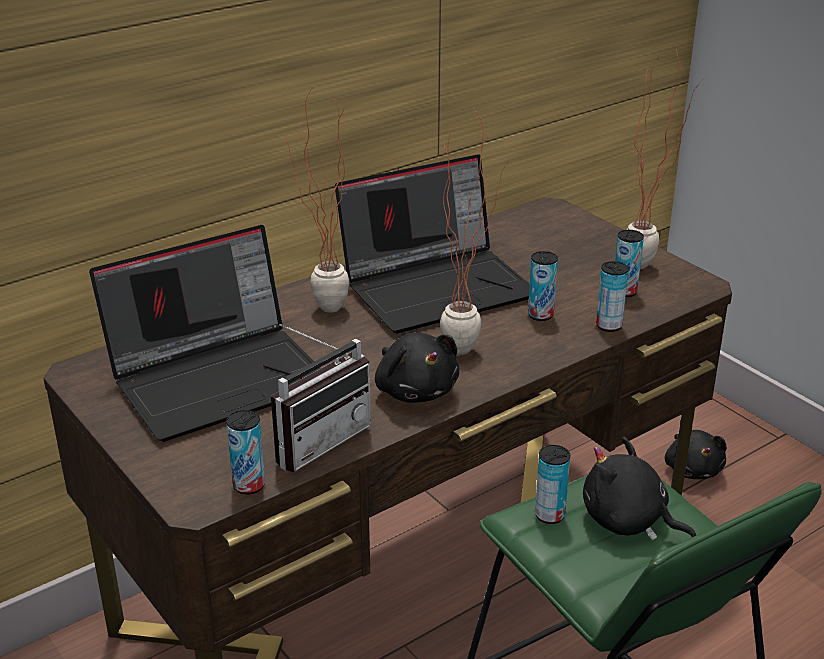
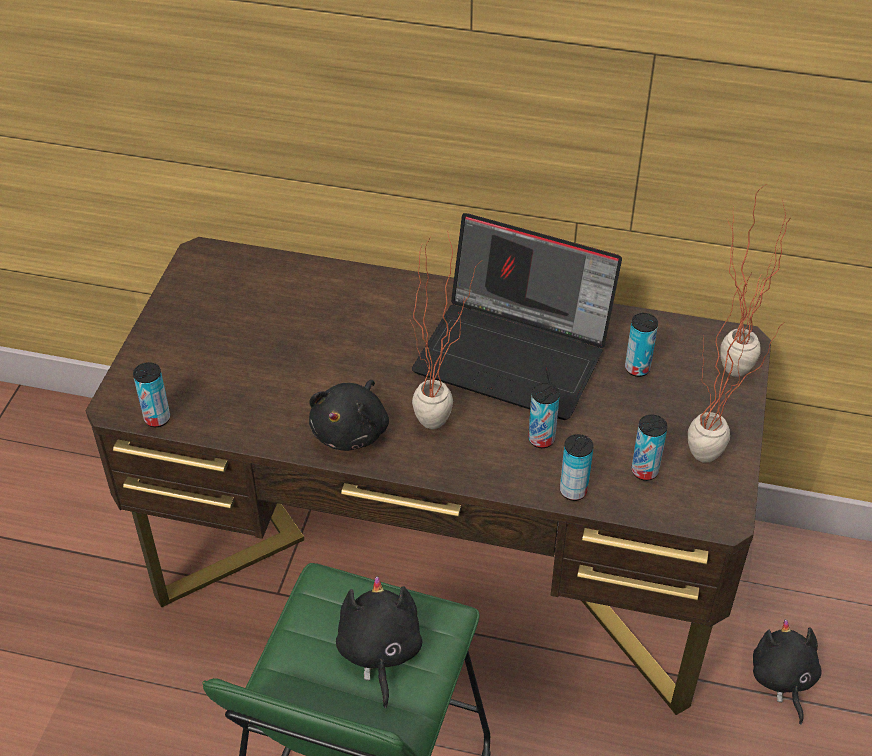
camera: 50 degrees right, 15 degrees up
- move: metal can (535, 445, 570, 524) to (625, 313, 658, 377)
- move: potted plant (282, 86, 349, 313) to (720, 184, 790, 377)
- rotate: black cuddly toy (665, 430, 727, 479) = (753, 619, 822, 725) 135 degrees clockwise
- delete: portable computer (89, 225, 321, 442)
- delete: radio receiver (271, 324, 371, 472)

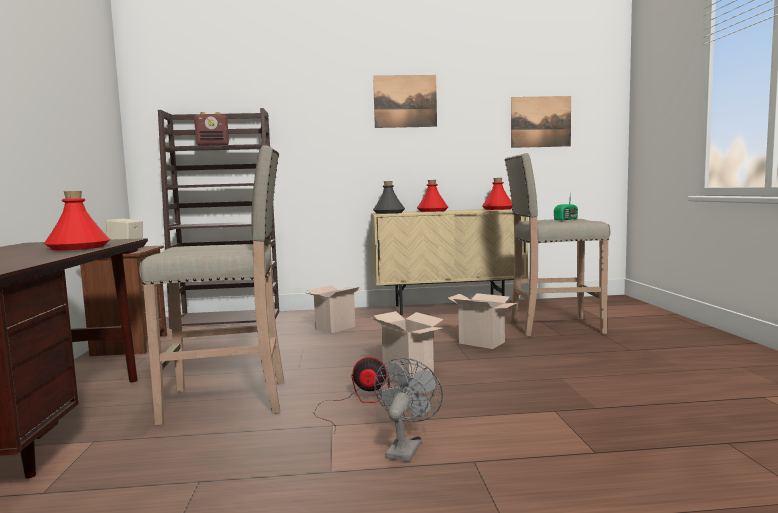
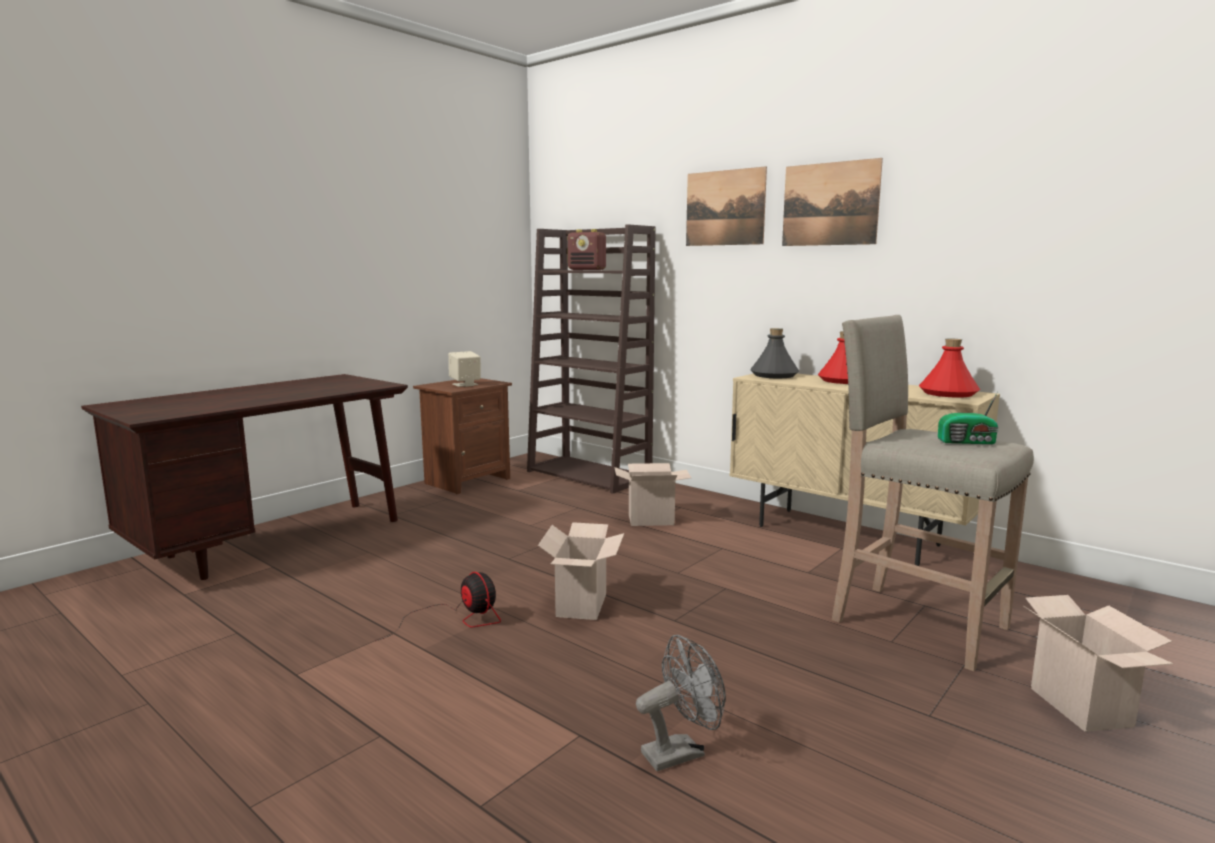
camera: 45 degrees right, 5 degrees up
- move: greyish fan (374, 358, 443, 462) to (636, 635, 726, 771)
- move: picture (511, 96, 571, 148) to (686, 166, 767, 246)
- move: carton (448, 293, 517, 349) to (1023, 595, 1173, 732)
- delete: reddish drink bottle (44, 191, 110, 251)
- delete: sand-coloured stool (139, 145, 284, 425)

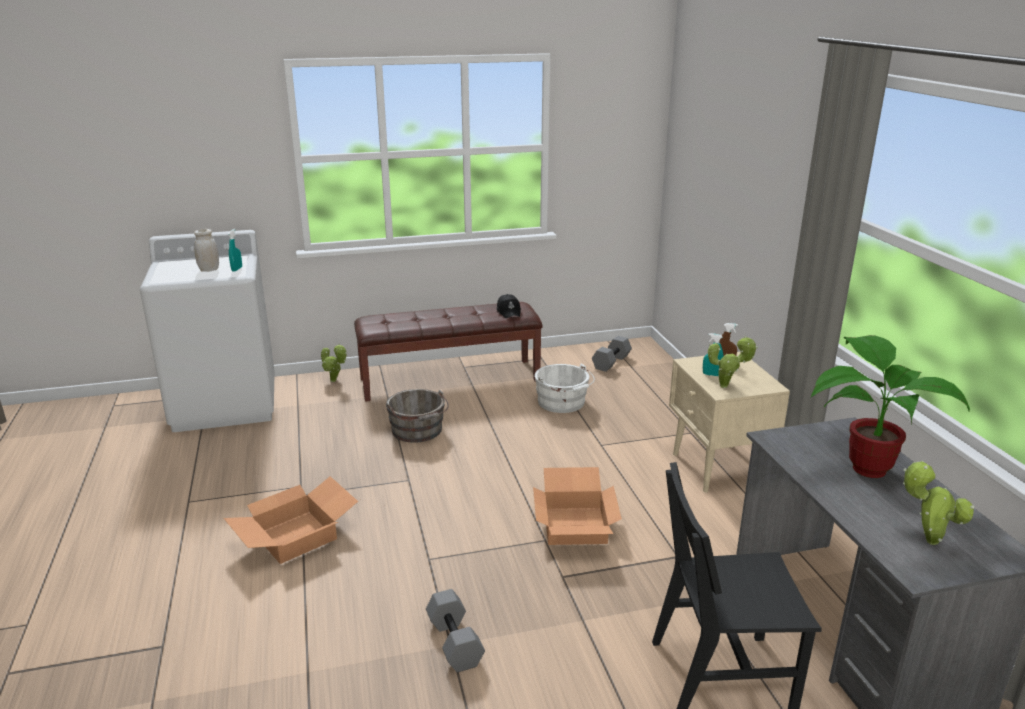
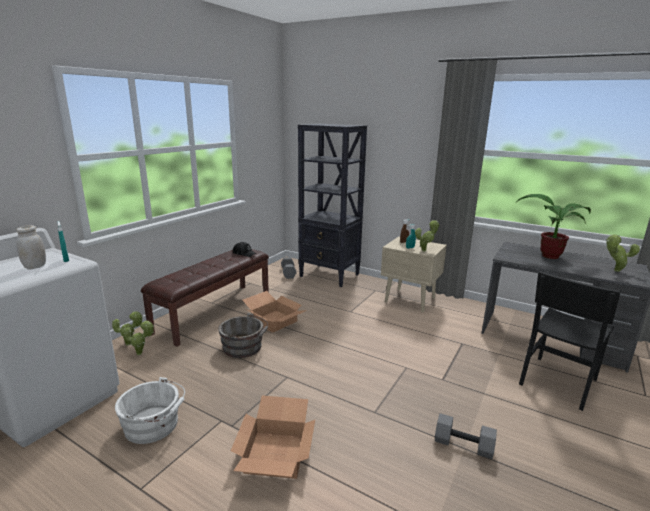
camera: 45 degrees left, 5 degrees down
- move: white-coloured bucket (535, 364, 595, 413) to (115, 377, 185, 444)
- insert: potted plant (123, 320, 154, 355)
- move: carton (533, 467, 622, 545) to (242, 291, 307, 333)
- insert: black bookcase (298, 124, 367, 287)

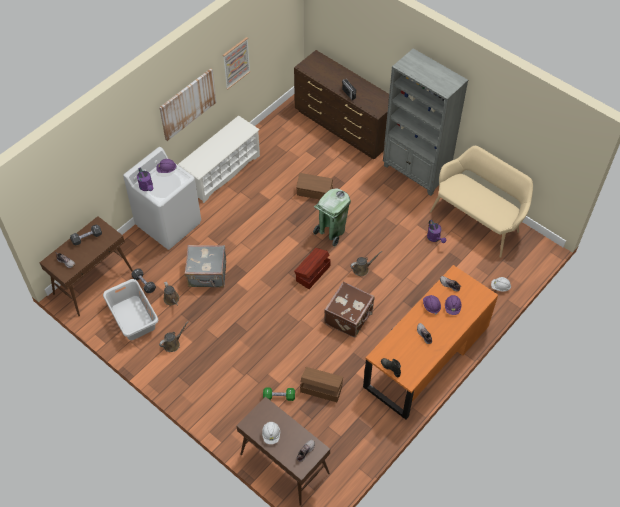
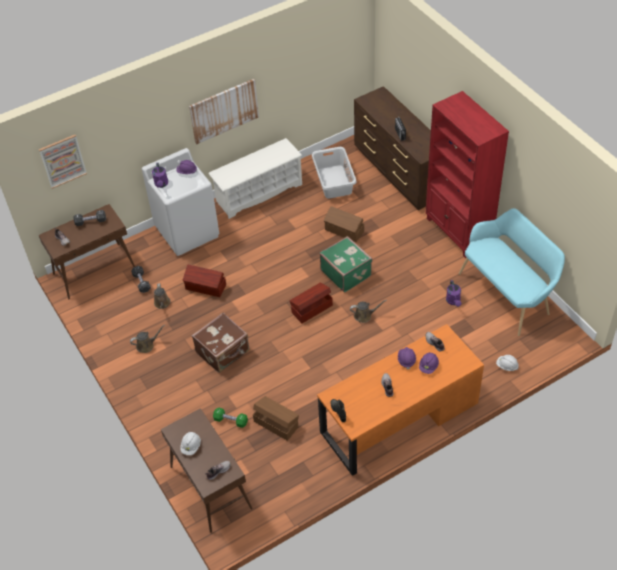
camera: 20 degrees right, 5 degrees down
- move: picture (223, 37, 251, 90) to (39, 135, 87, 189)
- replace: greyish suitcase (185, 245, 226, 287) to brown storage bin (182, 264, 226, 297)
- move: brown suitcase (324, 281, 375, 337) to (192, 313, 250, 373)
- move: greyish washing basket (103, 279, 158, 340) to (312, 147, 357, 199)
- replace: green-coloured waste bin (313, 188, 351, 247) to green-coloured suitcase (320, 236, 373, 292)
- recolor: greyish bookcase (383, 48, 468, 196) to reddish bookcase (425, 91, 509, 258)
- recolor: sand-coloured long seat (430, 146, 533, 258) to turquoise long seat (459, 208, 565, 336)

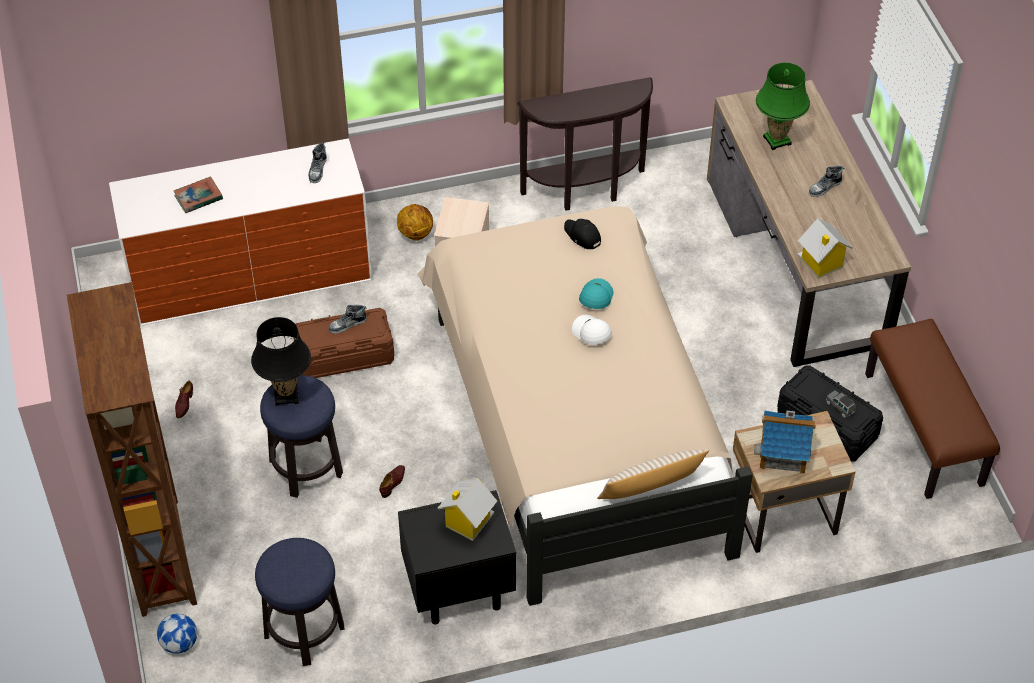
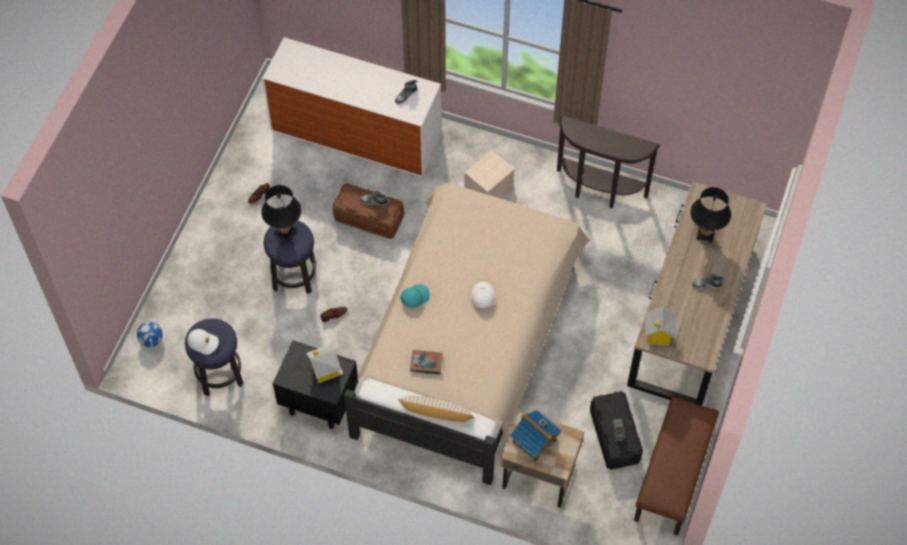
camera: 35 degrees right, 10 degrees up
- insert: white-coloured baseball cap (187, 329, 219, 355)
- move: turquoise baseball cap (579, 278, 614, 309) to (400, 284, 430, 308)
- move: volume (174, 176, 223, 213) to (410, 350, 443, 375)
- recolor: green-coloured lamp for a table (756, 63, 810, 150) to black lamp for a table (690, 187, 731, 242)
- delete: brown bookcase (67, 282, 197, 617)
- delete: basketball (397, 204, 433, 241)
- delete: black baseball cap (564, 219, 601, 249)

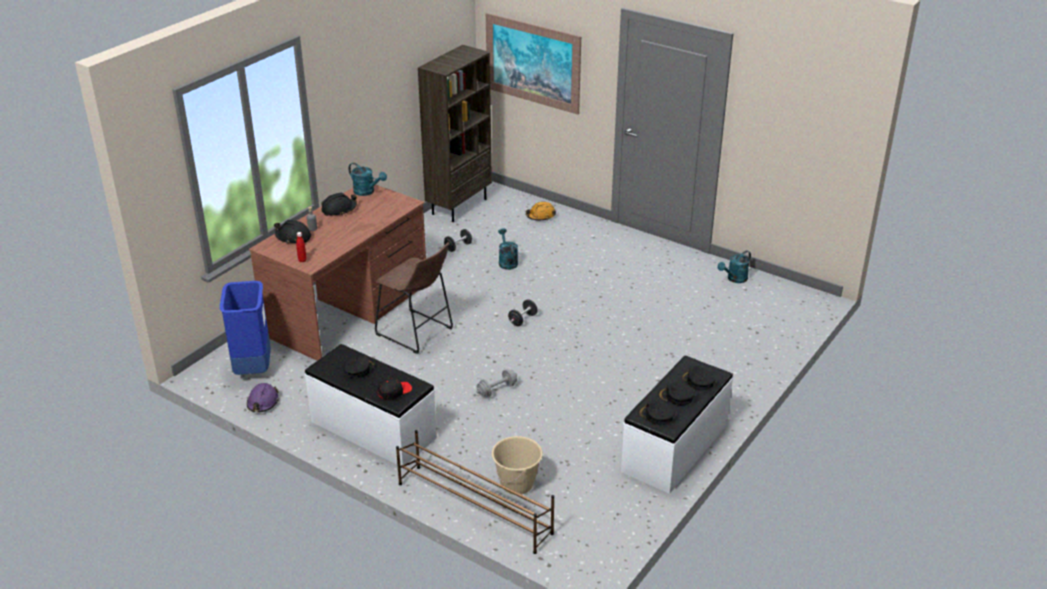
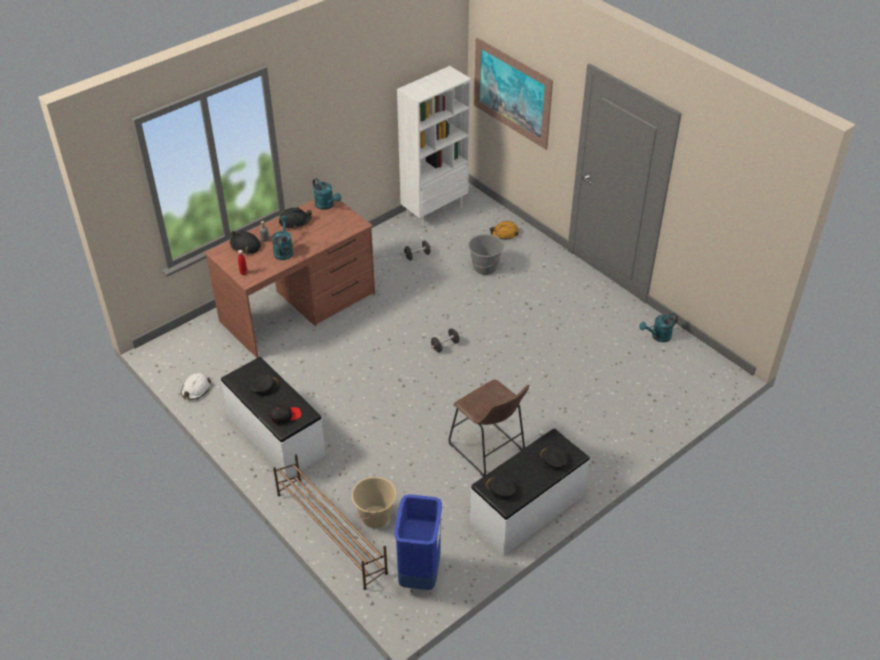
camera: 15 degrees right, 10 degrees up
- recolor: purple hard hat (247, 383, 279, 412) to white-coloured hard hat (181, 373, 211, 400)
- move: turquoise sprinkling can (498, 229, 518, 270) to (272, 216, 293, 260)
- move: blue-coloured waste bin (220, 281, 271, 375) to (394, 494, 442, 590)
- recolor: brown bookcase (418, 45, 492, 222) to white-coloured bookcase (397, 66, 471, 228)
- move: brown stool (375, 242, 453, 354) to (449, 379, 530, 477)
- insert: greyish bucket (468, 234, 504, 275)
- delete: greyish hand weight (476, 369, 517, 397)
- delete: black baseball cap (658, 382, 695, 406)

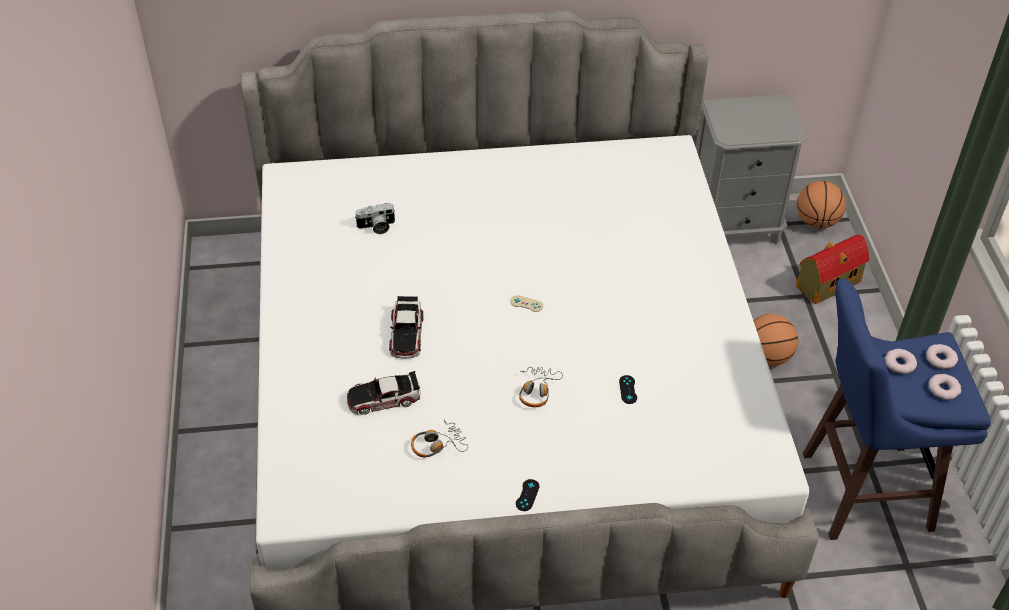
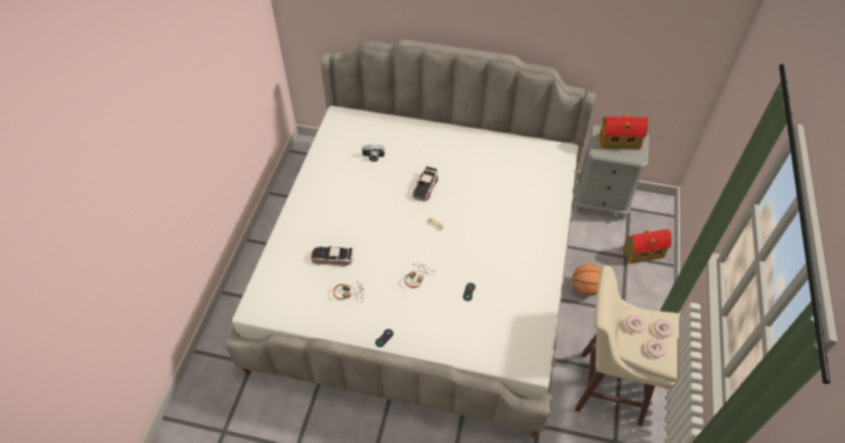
camera: 20 degrees right, 5 degrees up
- move: toy car (389, 296, 424, 359) to (413, 166, 438, 201)
- recolor: blue-coloured stool (803, 279, 991, 540) to sand-coloured stool (575, 265, 680, 426)
- insert: toy house (599, 114, 648, 150)
- delete: basketball (797, 181, 846, 229)

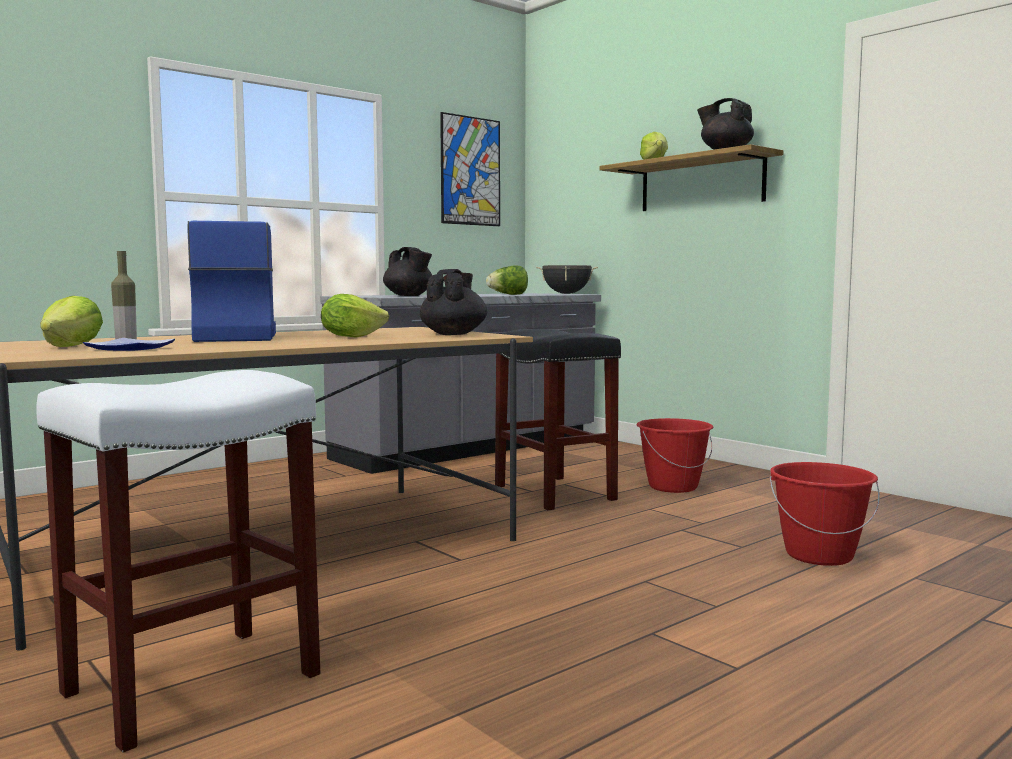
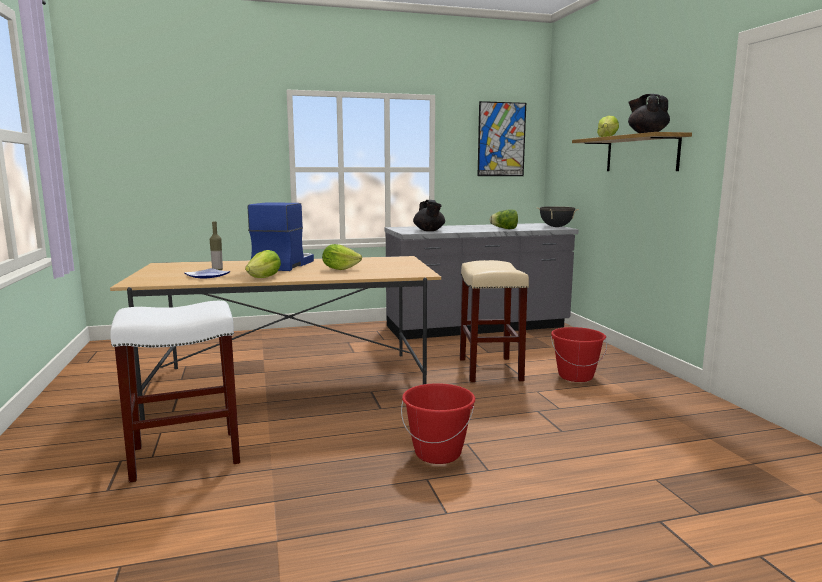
camera: 25 degrees right, 5 degrees up
- move: lettuce (40, 296, 103, 347) to (245, 250, 281, 278)
- move: reddish bucket (770, 462, 880, 566) to (401, 383, 475, 464)
- recolor: black stool (495, 329, 621, 511) to sand-coloured stool (460, 260, 529, 382)
- delete: black tea pot (420, 269, 487, 335)

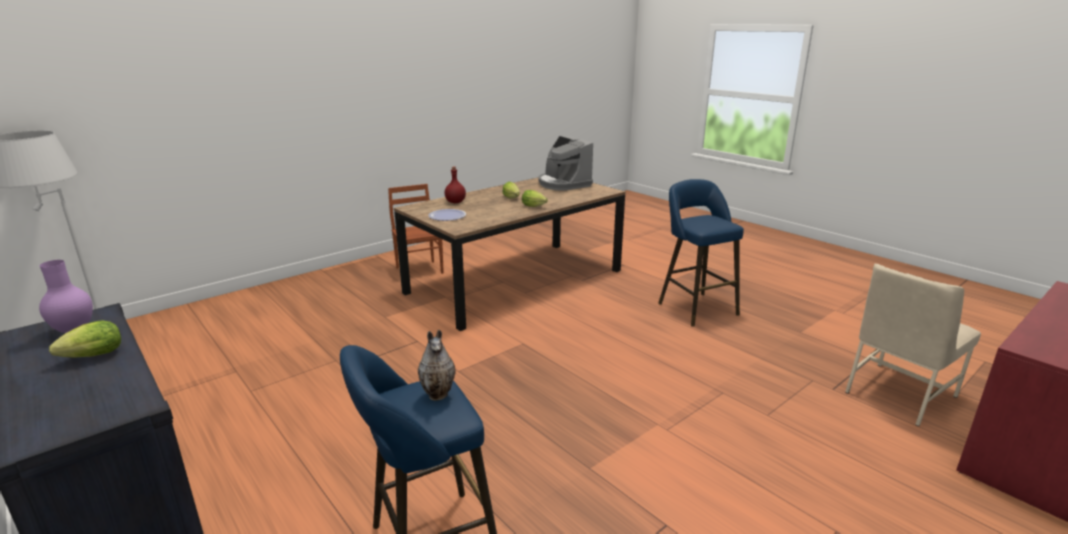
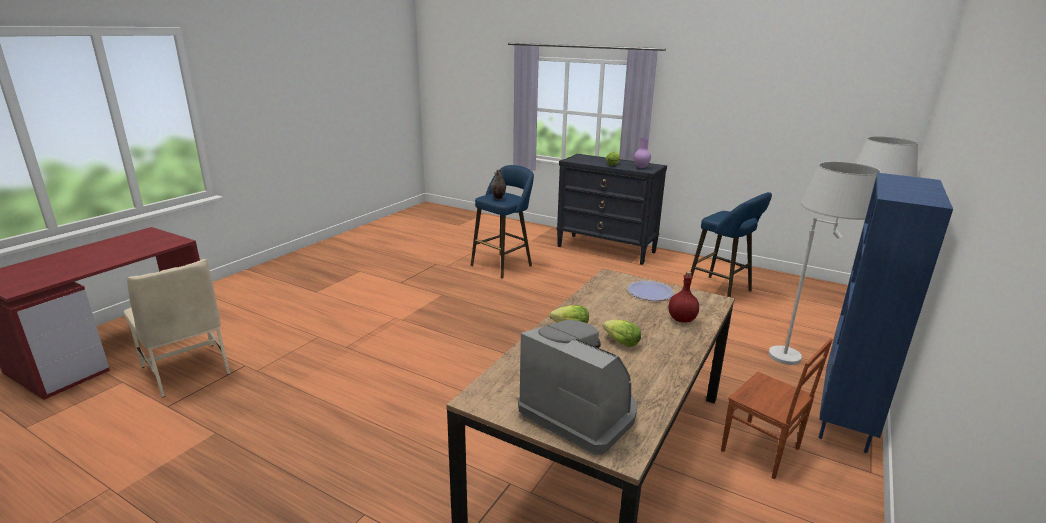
camera: 160 degrees right, 0 degrees up
- rotate: sand-coloured upright chair (845, 264, 981, 427) = (124, 259, 230, 398) 105 degrees clockwise
- move: blue-coloured stool (658, 179, 744, 327) to (690, 192, 772, 297)
- insert: white-coloured standard lamp (768, 162, 881, 365)
- insert: blue-coloured bookcase (819, 173, 953, 453)

